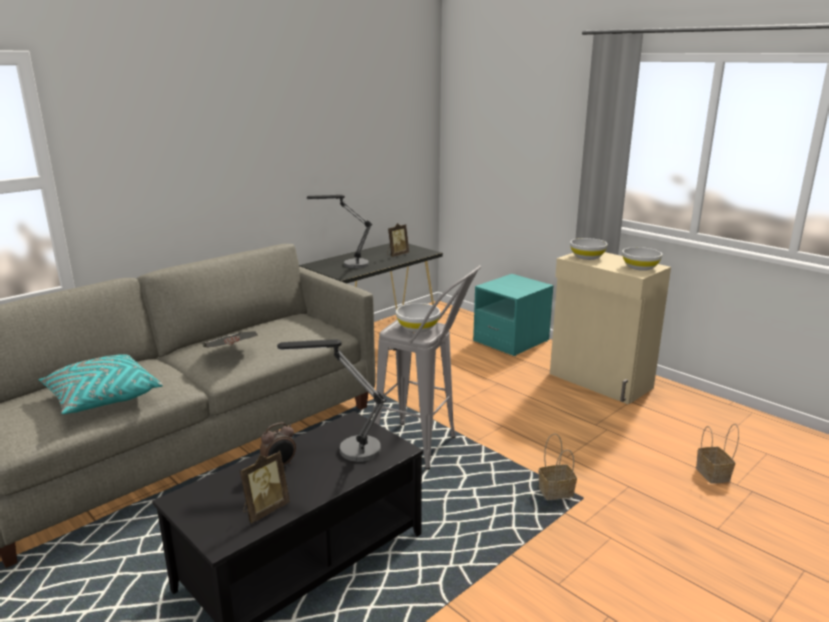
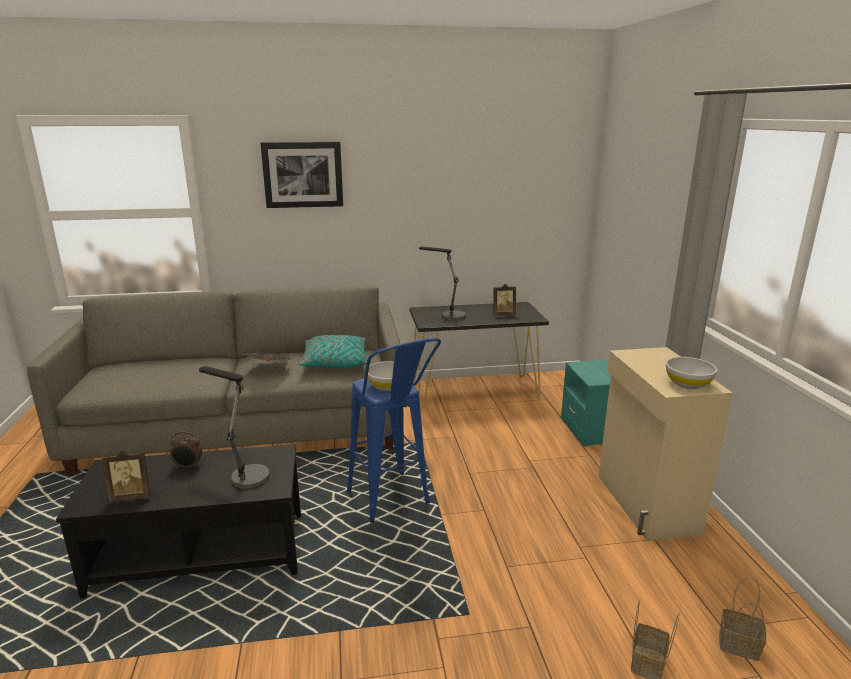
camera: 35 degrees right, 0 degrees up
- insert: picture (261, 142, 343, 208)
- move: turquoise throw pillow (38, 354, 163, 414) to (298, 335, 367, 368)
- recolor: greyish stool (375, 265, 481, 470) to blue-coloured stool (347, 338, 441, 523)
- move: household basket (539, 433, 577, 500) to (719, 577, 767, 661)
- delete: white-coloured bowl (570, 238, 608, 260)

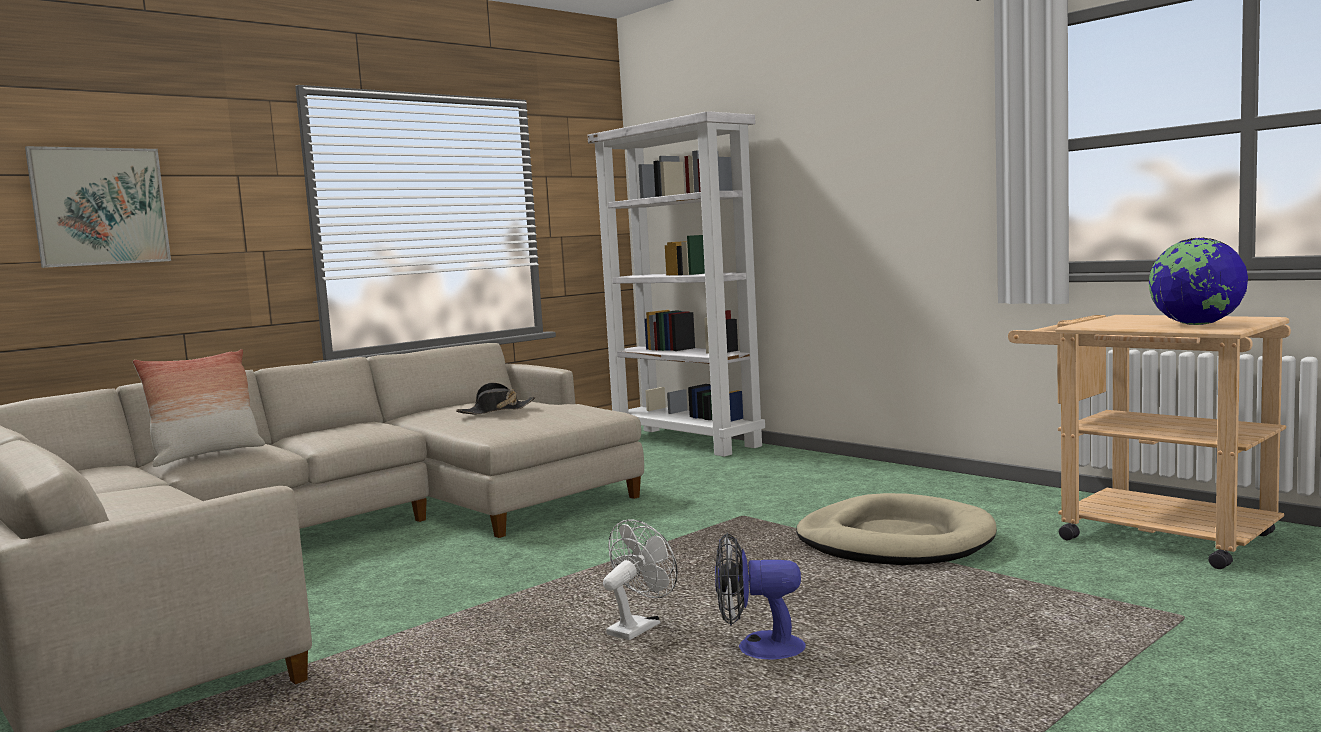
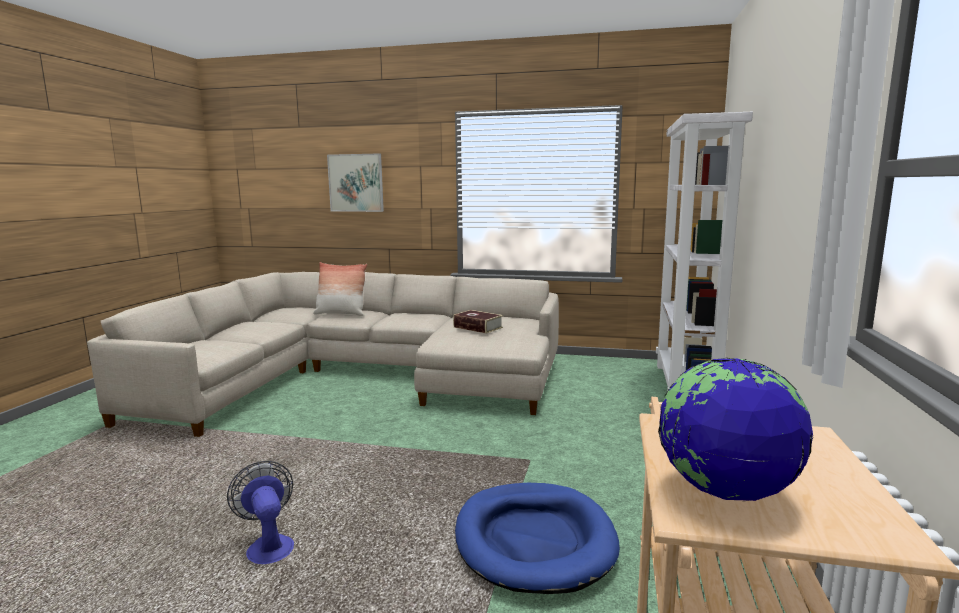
camera: 55 degrees right, 5 degrees up
- replace: black hat (456, 383, 535, 414) to volume (453, 310, 503, 334)
- recolor: sand-coloured dog cushion (796, 493, 997, 565) to blue-coloured dog cushion (455, 483, 620, 594)
- delete: white-coloured fan (603, 519, 678, 640)

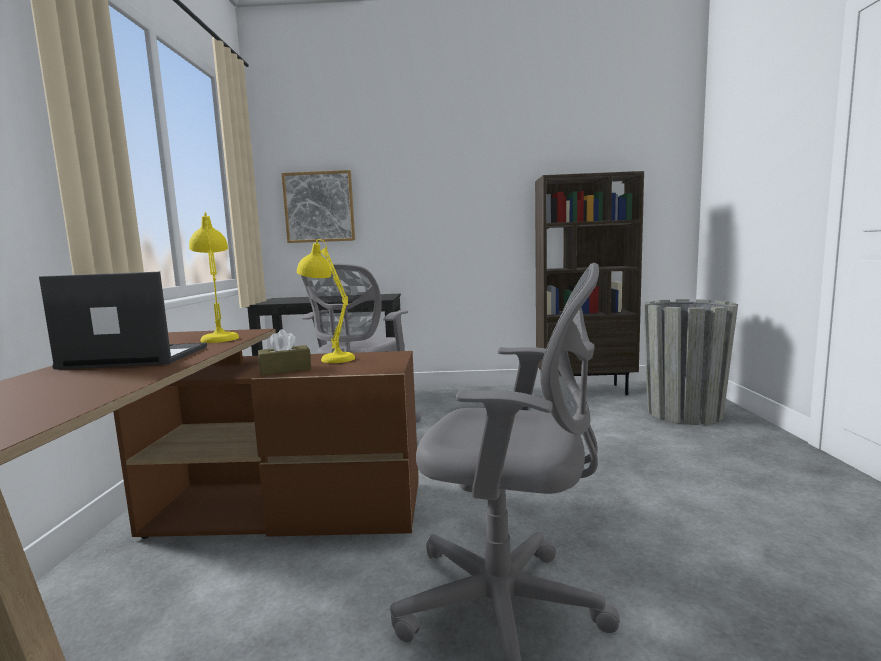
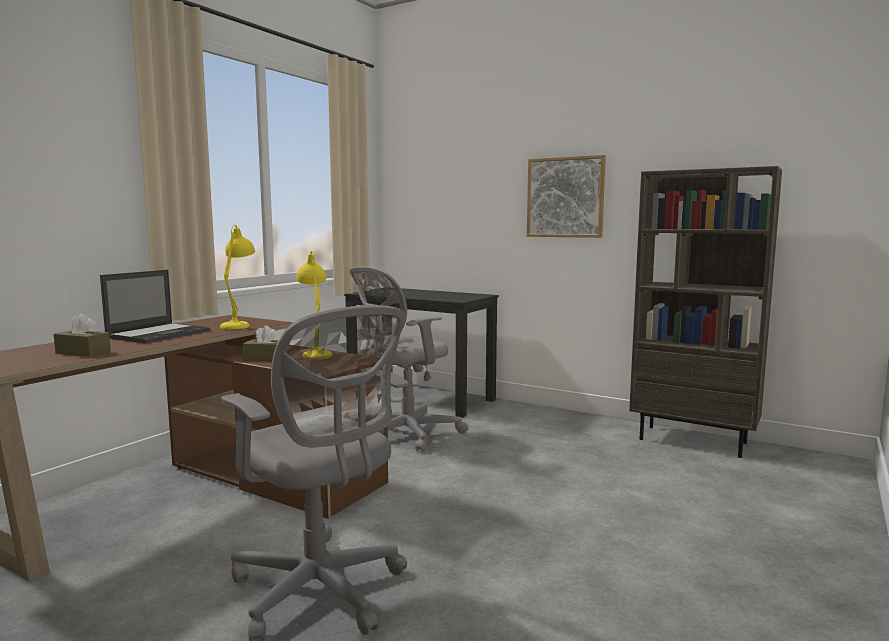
camera: 30 degrees right, 0 degrees up
- insert: brown box of tissues (54, 313, 111, 357)
- rotate: portable computer (39, 272, 207, 370) = (100, 270, 210, 343) 90 degrees clockwise
- move: picture (281, 170, 355, 243) to (527, 155, 606, 238)
- delete: greyish planter (643, 299, 738, 425)

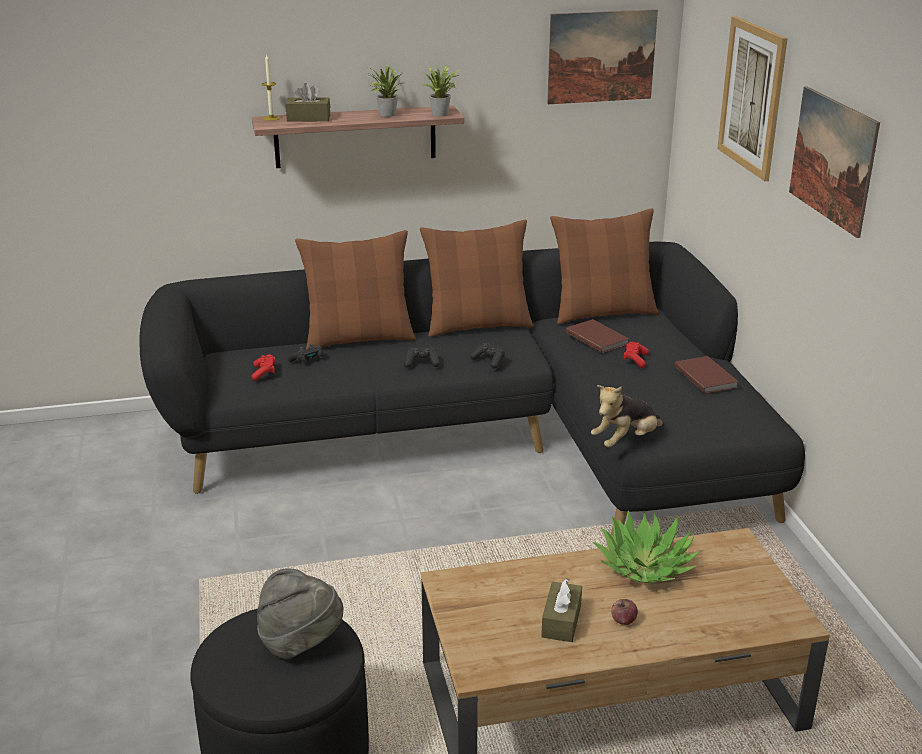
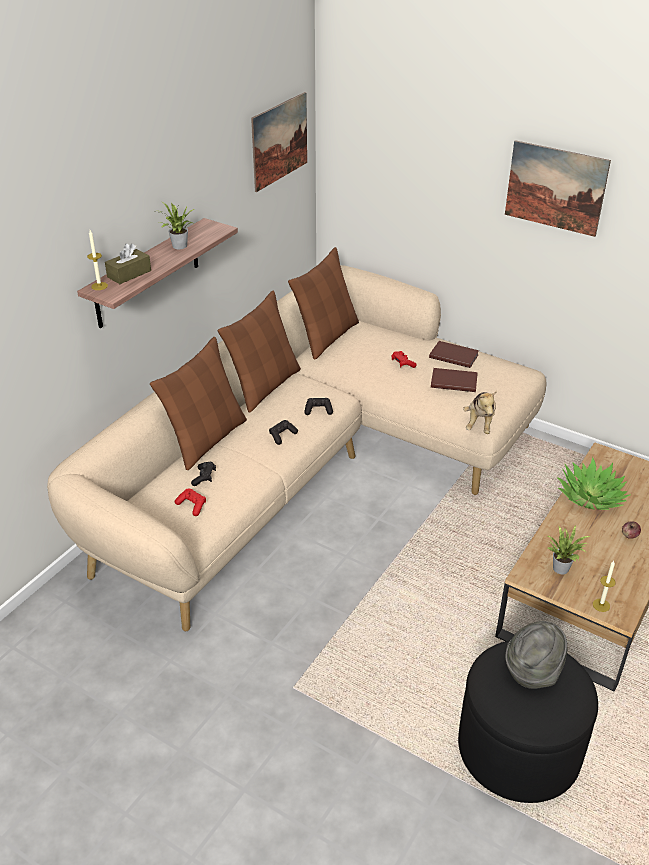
camera: 45 degrees left, 10 degrees up
- recolor: black sofa (139, 242, 805, 538) to sand-coloured sofa (47, 265, 546, 631)
- move: brown volume (565, 319, 629, 353) to (431, 368, 478, 392)
- move: potted plant (422, 64, 461, 117) to (546, 525, 590, 574)
- insert: wax candle (593, 561, 616, 612)
- delete: brown box of tissues (541, 578, 582, 642)
- delete: picture (717, 16, 788, 181)

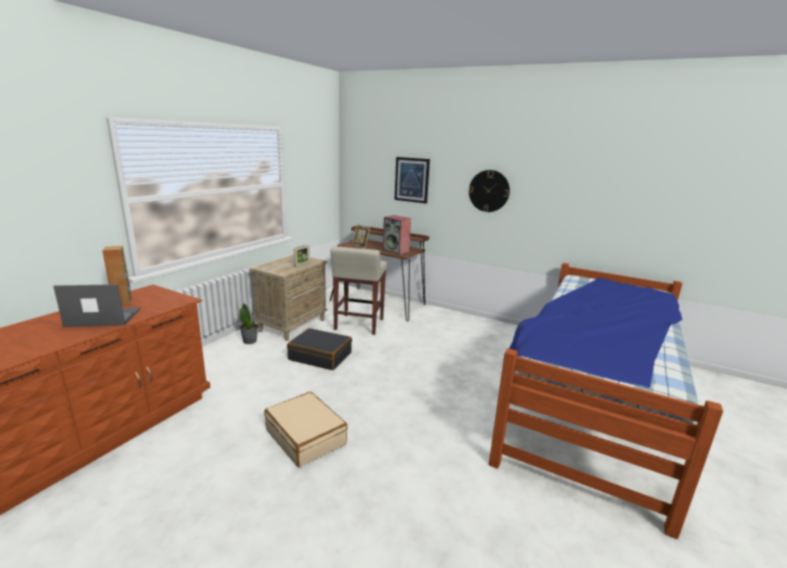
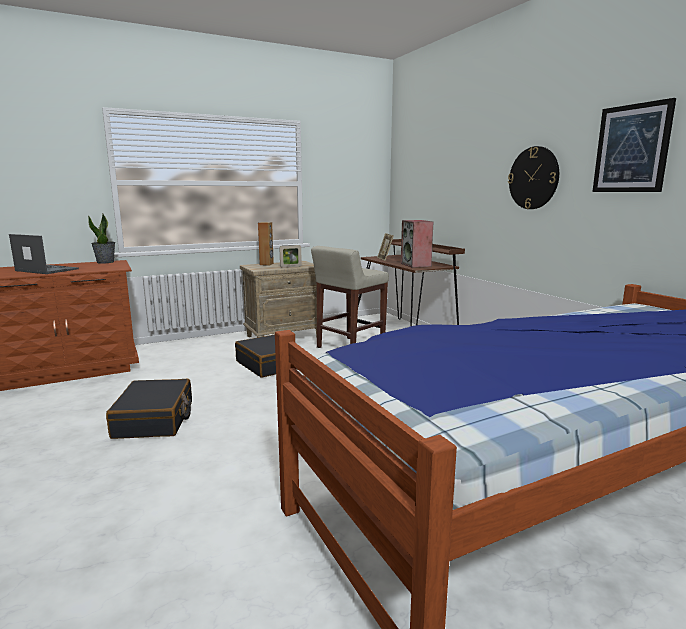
camera: 35 degrees right, 5 degrees down
- move: potted plant (239, 303, 258, 344) to (88, 214, 115, 263)
- recolor: sand-coloured suitcase (264, 392, 347, 467) to black suitcase (106, 379, 192, 439)
- move: brown audio speaker (102, 246, 132, 305) to (258, 222, 274, 266)
- move: picture (395, 157, 430, 204) to (592, 98, 676, 192)

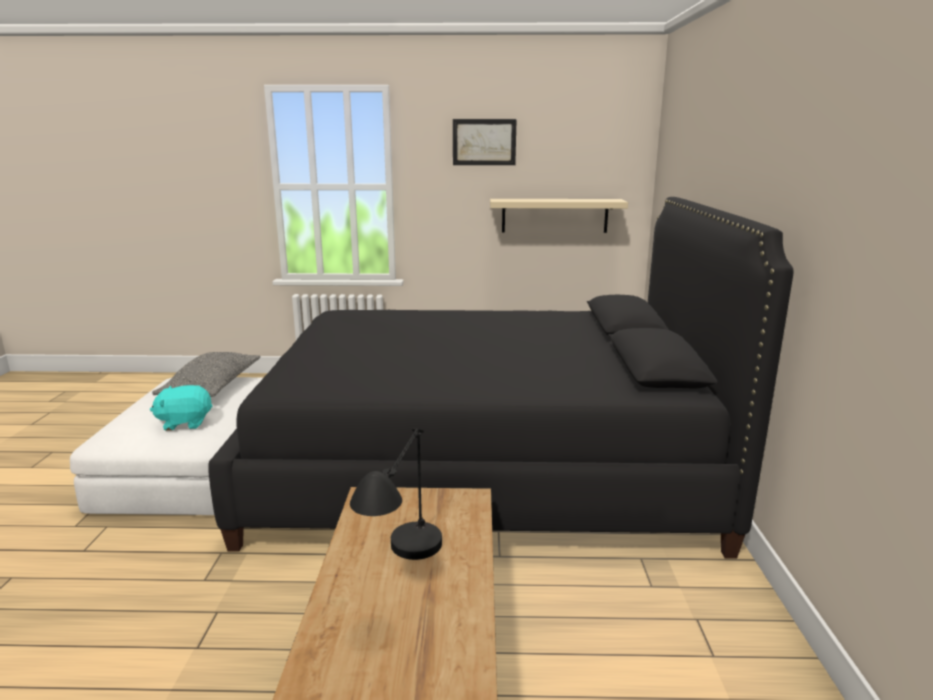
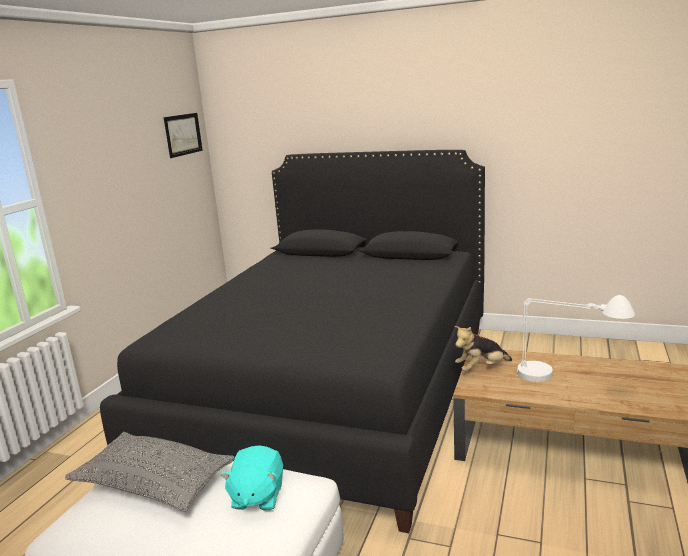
camera: 70 degrees left, 0 degrees up
- move: picture (453, 119, 517, 165) to (164, 113, 203, 158)
- insert: cuddly toy (455, 326, 512, 371)
- recolor: black lamp for a table (350, 429, 442, 560) to white-coloured lamp for a table (516, 295, 635, 382)
- delete: sand-coloured wall shelf (490, 199, 628, 233)

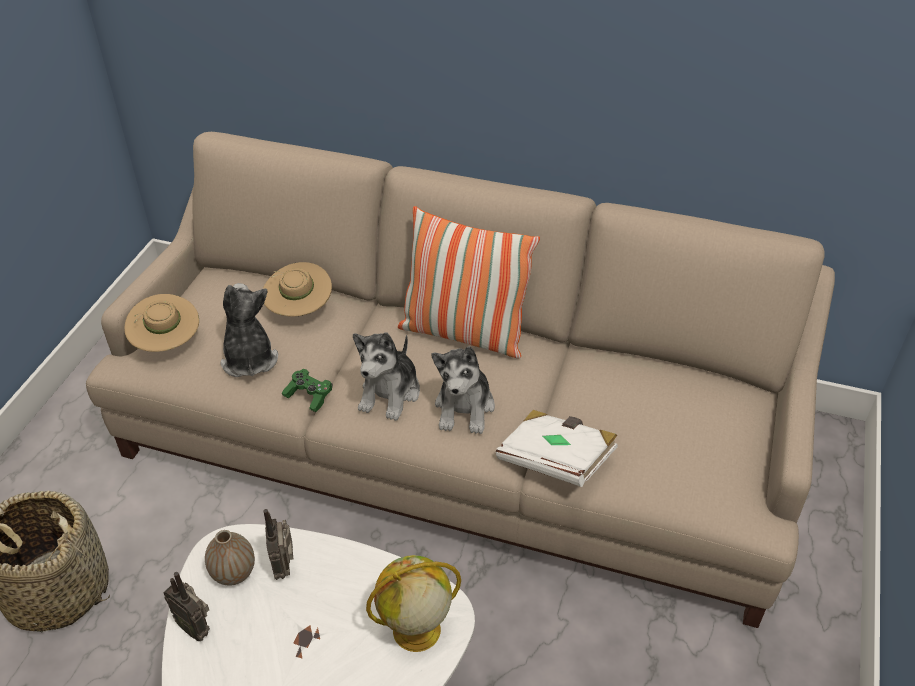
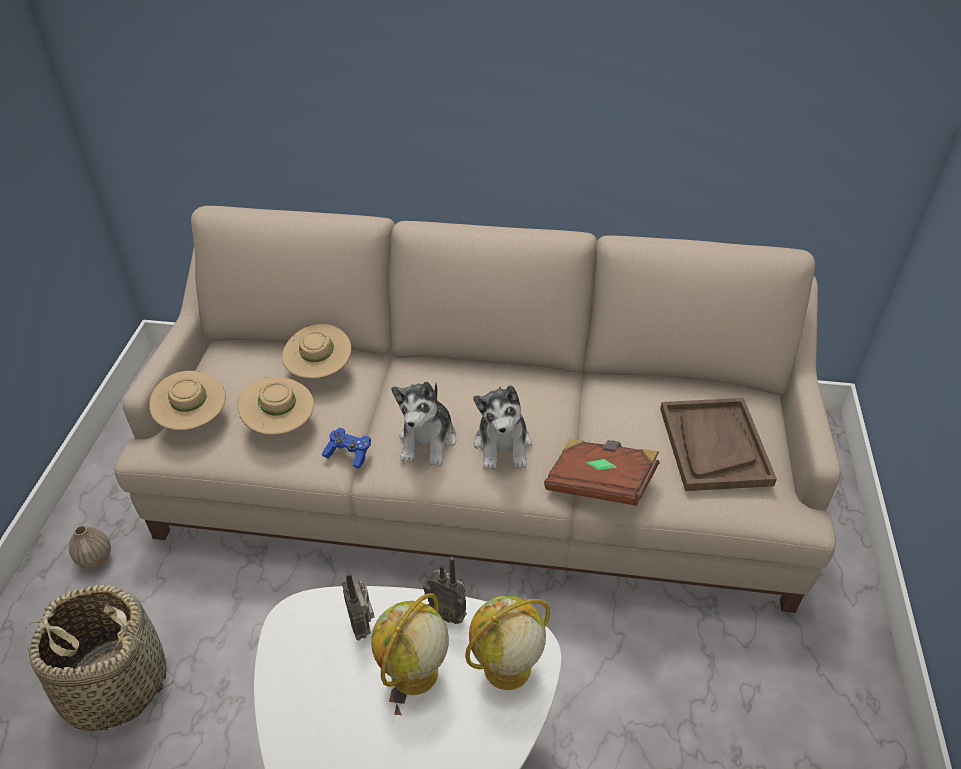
camera: 10 degrees left, 0 degrees up
- move: decorative vase (205, 530, 255, 585) to (69, 525, 111, 569)
- replace: cuddly toy (220, 283, 278, 377) to sand-coloured hat (238, 377, 314, 435)
- recolor: green-coloured gamepad (282, 369, 333, 412) to blue-coloured gamepad (322, 428, 371, 469)
- insert: world globe (371, 593, 449, 695)
- move: radio receiver (163, 572, 210, 641) to (423, 557, 467, 624)
- recolor: white-coloured volume (496, 410, 618, 487) to brown volume (544, 439, 659, 506)
- insert: brown tray (660, 398, 777, 491)
- delete: throw pillow (398, 206, 540, 358)

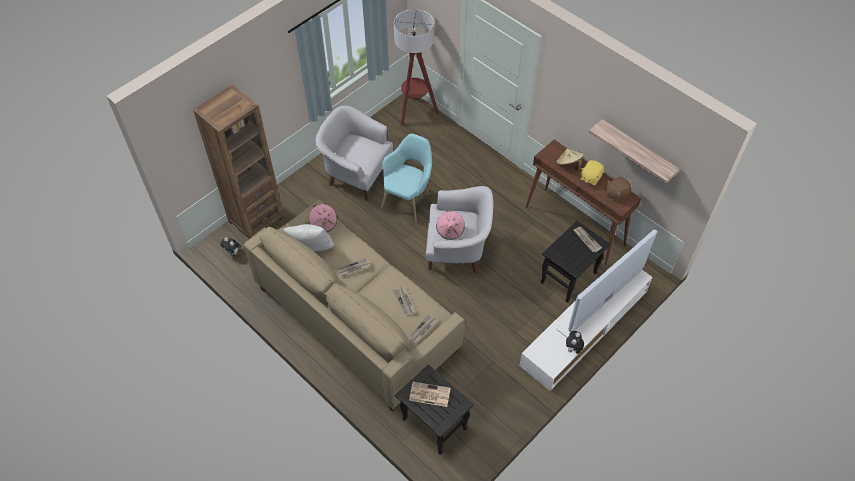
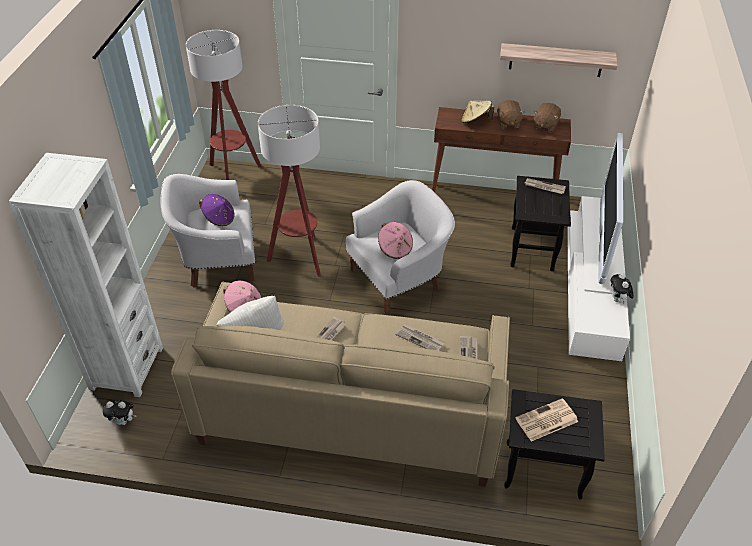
camera: 35 degrees left, 10 degrees down
- recolor: brown bookcase (193, 84, 284, 239) to white-coloured bookcase (8, 153, 163, 397)
- insert: purple hat (199, 194, 234, 226)
- replace: turquoise easy chair (381, 134, 432, 223) to standard lamp (258, 105, 321, 277)
- recolor: yellow cuddly toy (581, 160, 604, 186) to brown cuddly toy (497, 100, 525, 129)

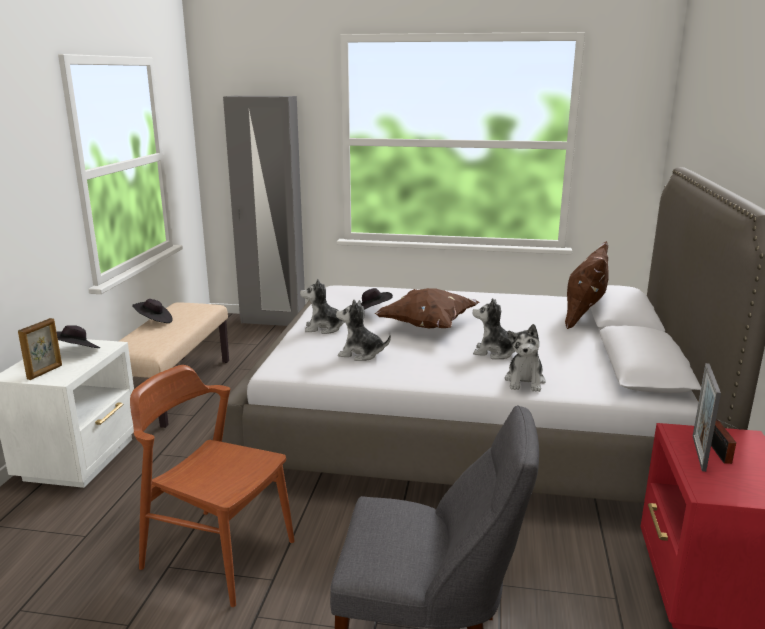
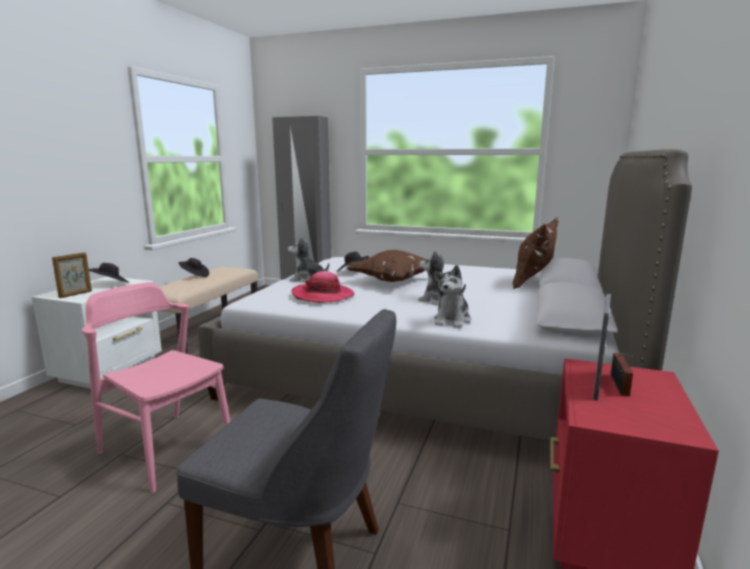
camera: 10 degrees right, 5 degrees down
- recolor: brown upright chair (130, 365, 295, 607) to pink-coloured upright chair (82, 282, 230, 493)
- replace: cuddly toy (336, 299, 391, 361) to hat (291, 271, 355, 303)

